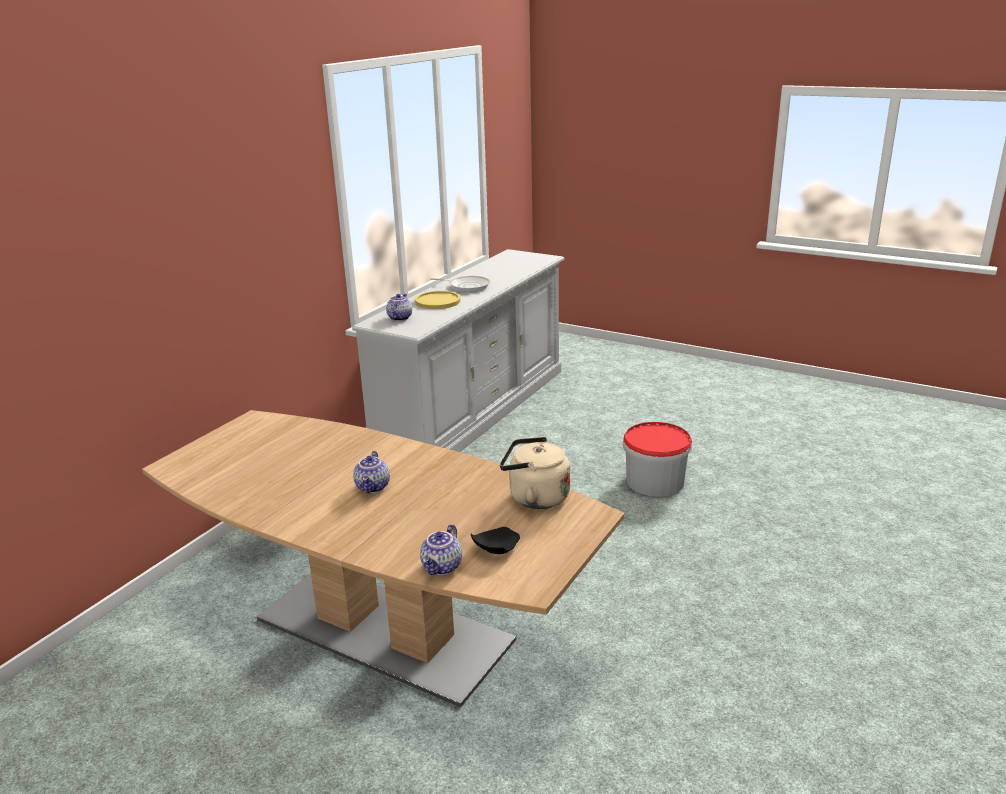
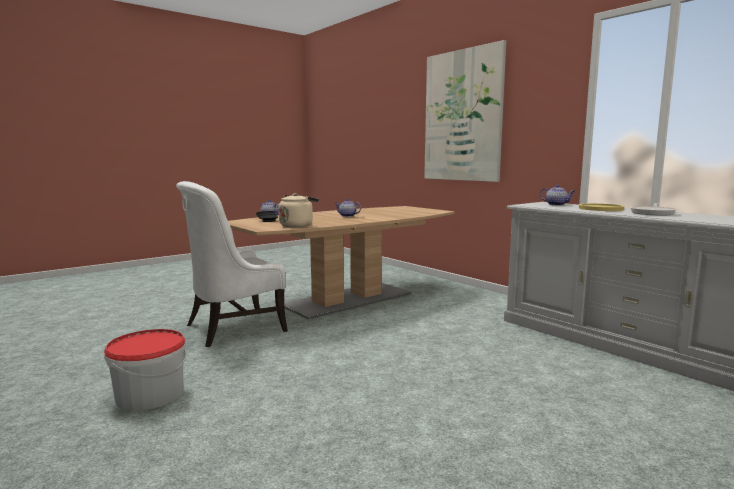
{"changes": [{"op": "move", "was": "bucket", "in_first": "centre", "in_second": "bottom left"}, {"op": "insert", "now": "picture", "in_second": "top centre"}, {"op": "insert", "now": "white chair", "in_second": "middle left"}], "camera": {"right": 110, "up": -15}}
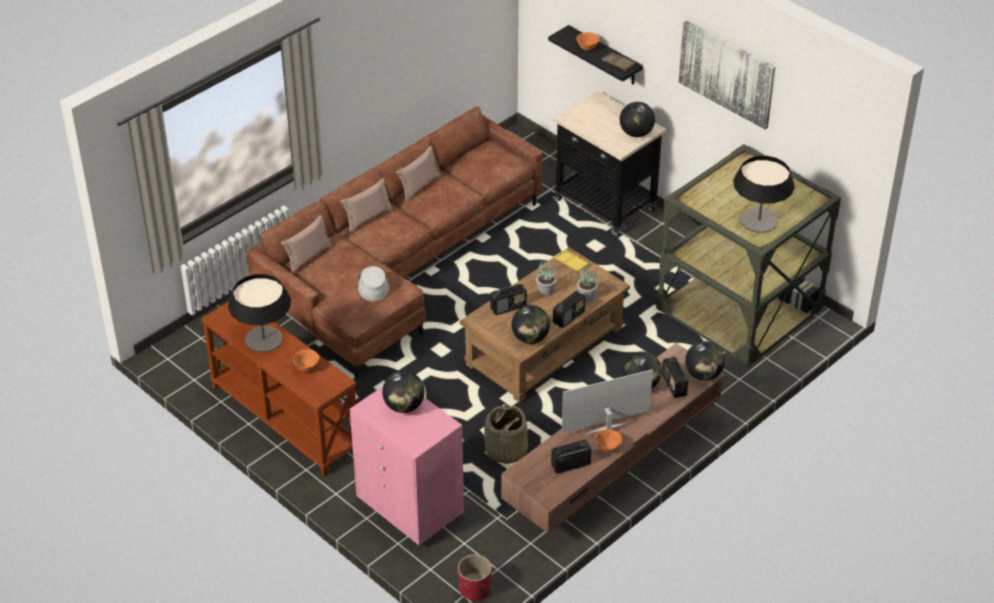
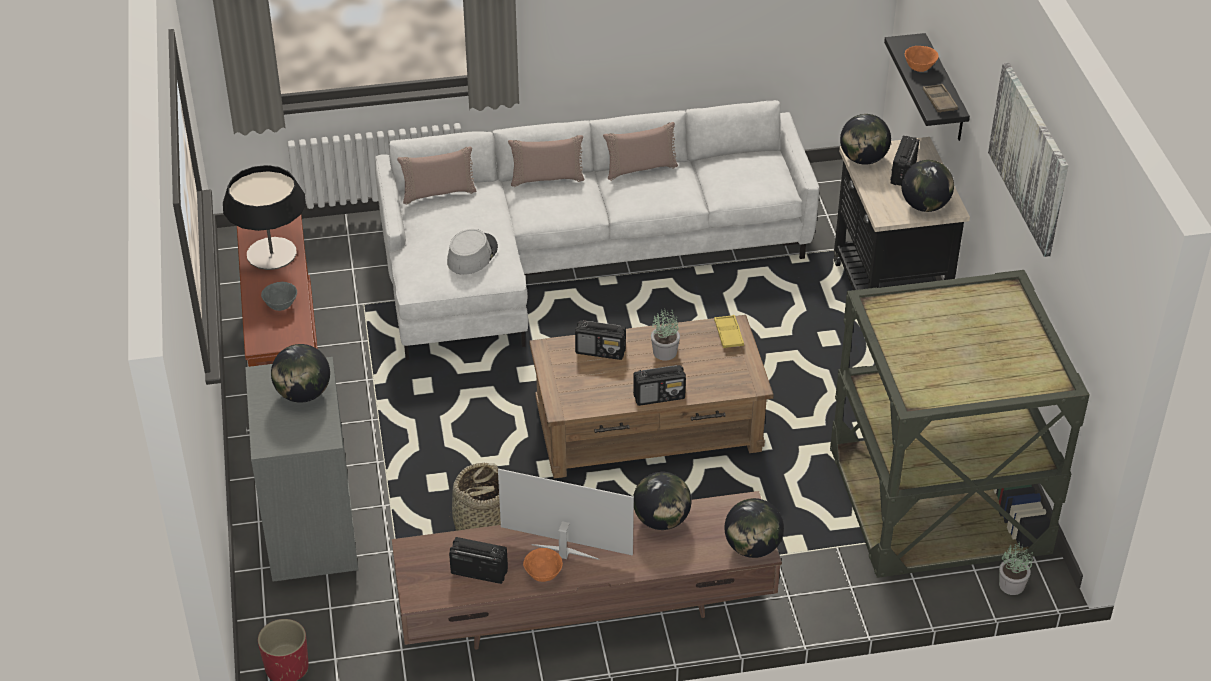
{"changes": [{"op": "recolor", "was": "brown sofa", "now": "white sofa", "in_first": "centre", "in_second": "centre"}, {"op": "delete", "was": "table lamp (2nd from left)", "in_first": "top right"}, {"op": "move", "was": "potted plant (2nd from left)", "in_first": "centre", "in_second": "bottom right"}, {"op": "move", "was": "globe (2nd from left in the first image)", "now": "globe (4th from left)", "in_first": "centre", "in_second": "top right"}, {"op": "recolor", "was": "orange bowl (1st from left)", "now": "grey bowl", "in_first": "middle left", "in_second": "middle left"}, {"op": "move", "was": "radio (4th from left)", "in_first": "middle right", "in_second": "top right"}, {"op": "recolor", "was": "pink cabinet", "now": "grey cabinet", "in_first": "bottom centre", "in_second": "bottom left"}], "camera": {"right": 35, "up": 0}}
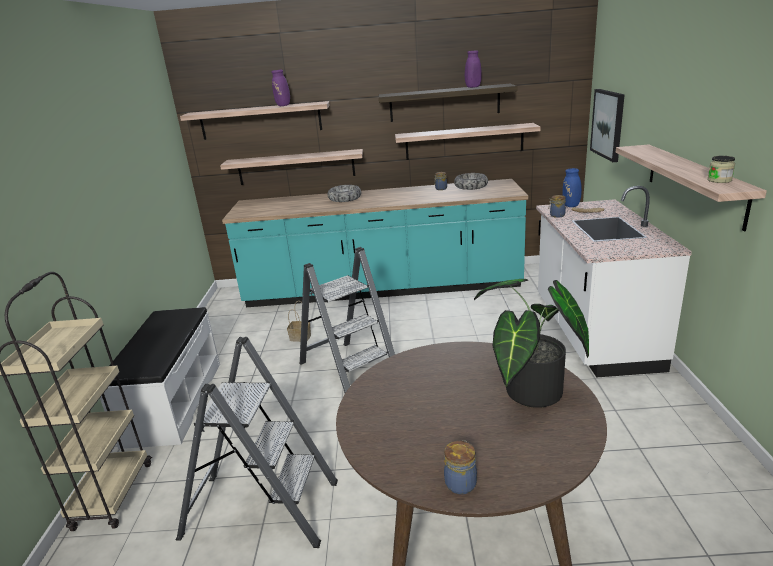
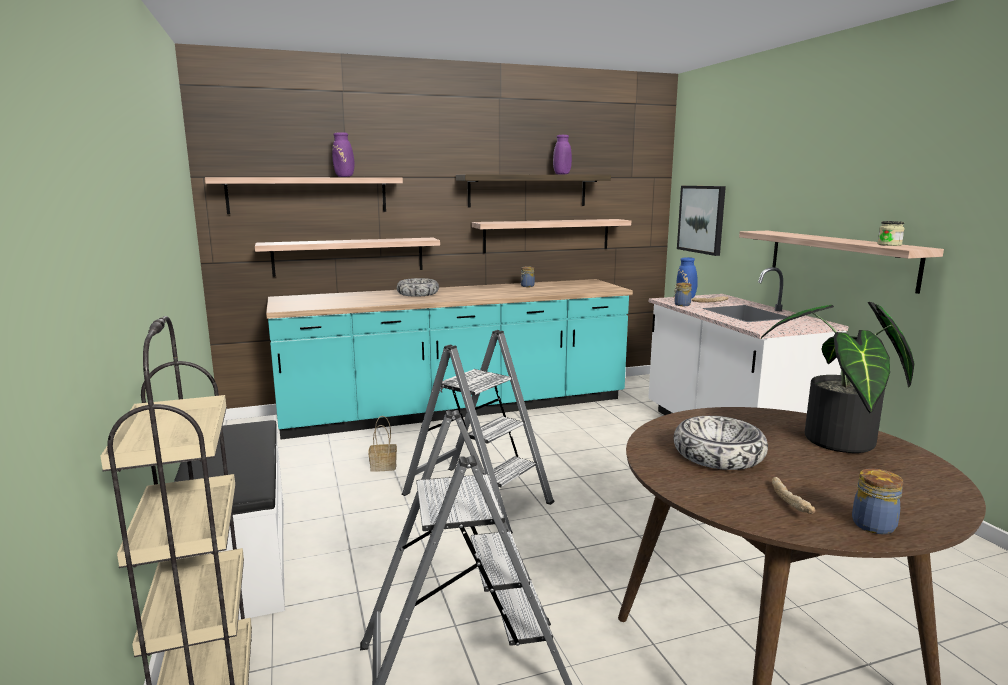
{"changes": [{"op": "move", "was": "bowl (2nd from left)", "in_first": "top centre", "in_second": "middle right"}, {"op": "insert", "now": "bread (2nd from left)", "in_second": "bottom right"}], "camera": {"right": -20, "up": -10}}
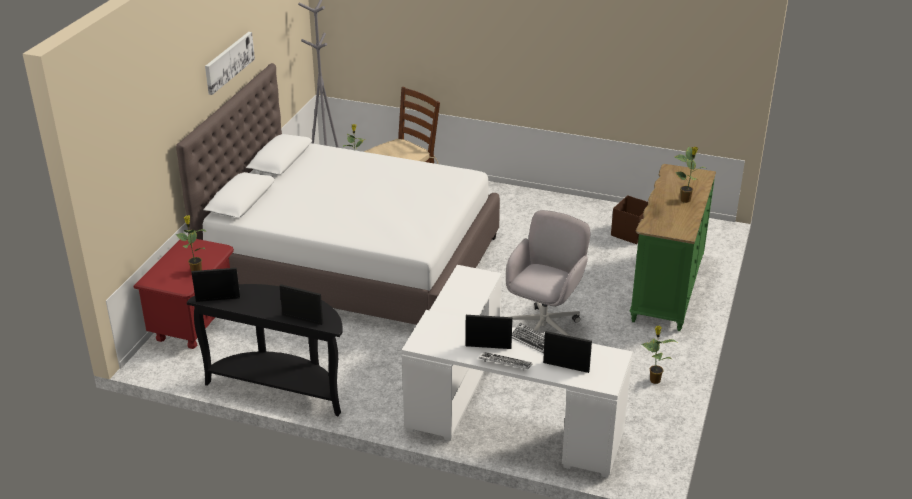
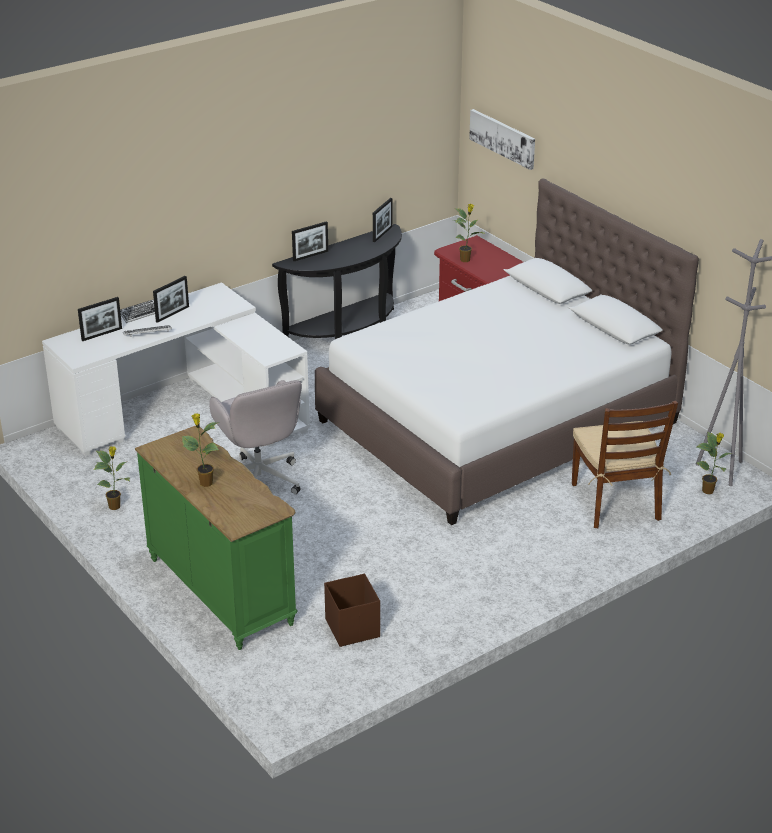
{"changes": [{"op": "move", "was": "picture", "in_first": "top left", "in_second": "top centre"}], "camera": {"right": 125, "up": 0}}
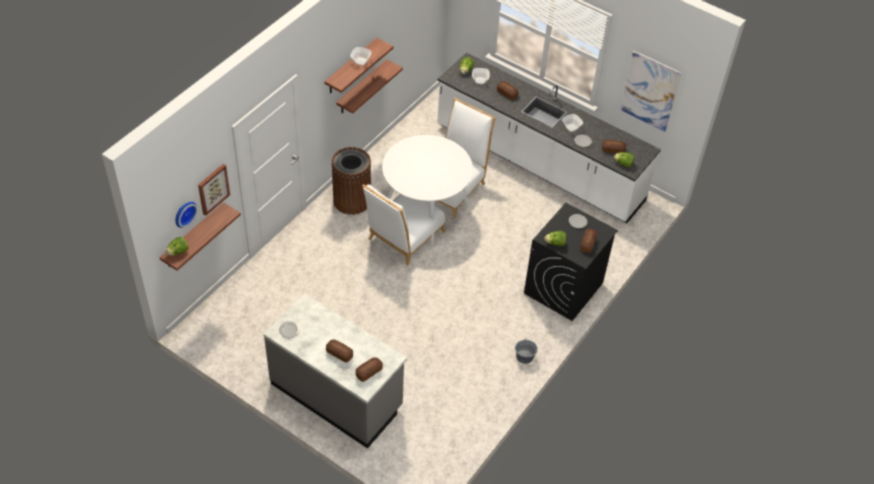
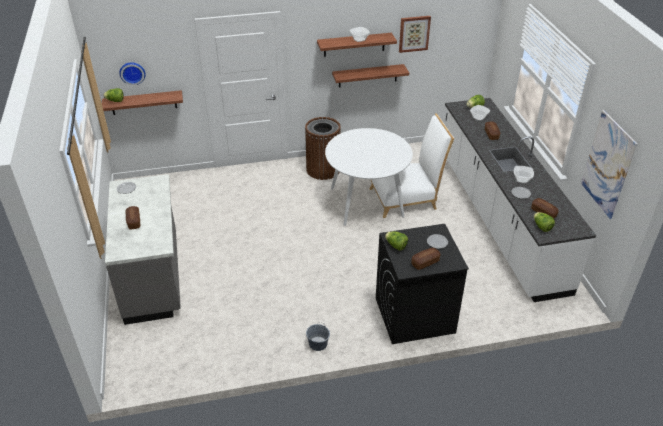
{"changes": [{"op": "move", "was": "picture (1st from left)", "in_first": "middle left", "in_second": "top centre"}, {"op": "delete", "was": "white chair (1st from left)", "in_first": "centre"}, {"op": "delete", "was": "bread (2nd from left)", "in_first": "bottom centre"}], "camera": {"right": 45, "up": -10}}
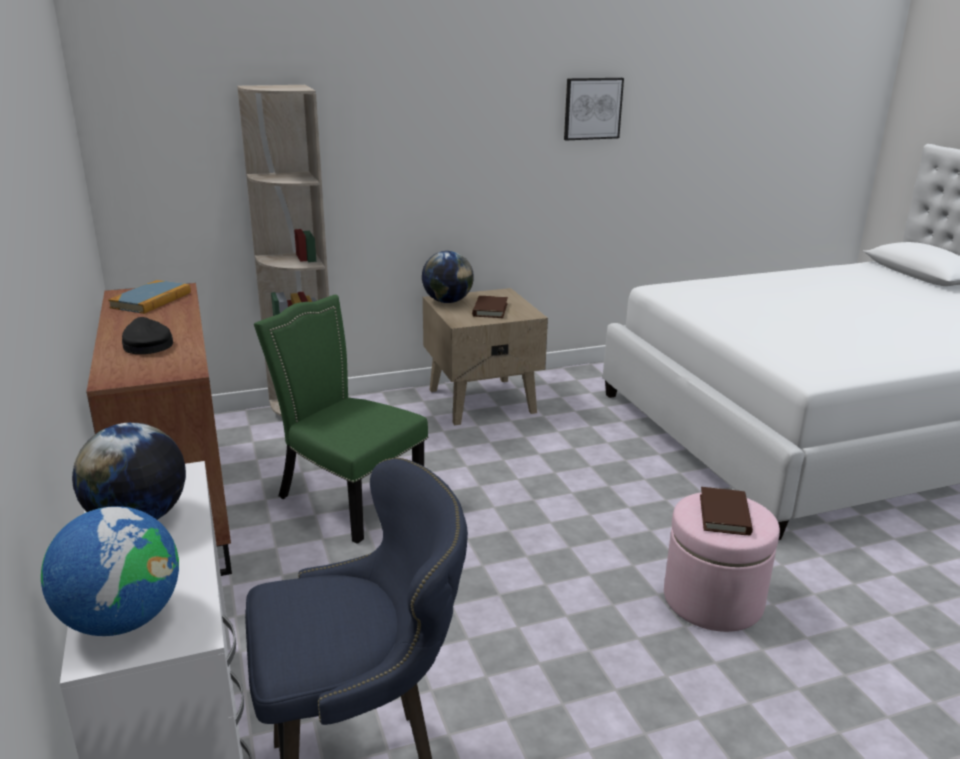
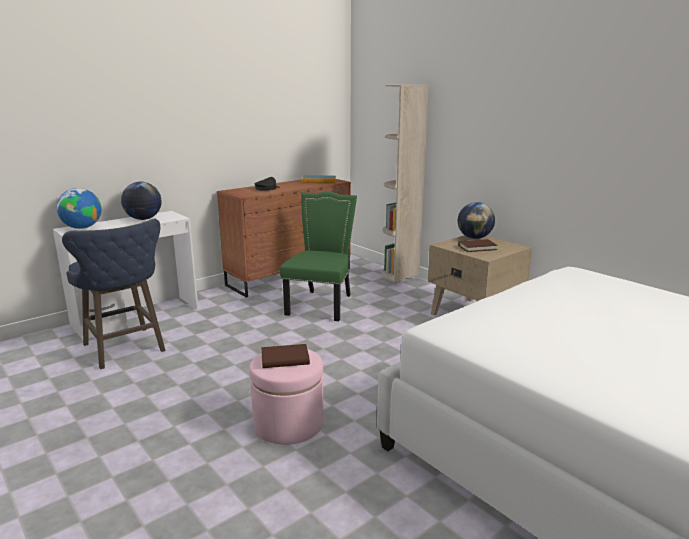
{"changes": [{"op": "delete", "was": "picture", "in_first": "top centre"}], "camera": {"right": 70, "up": -5}}
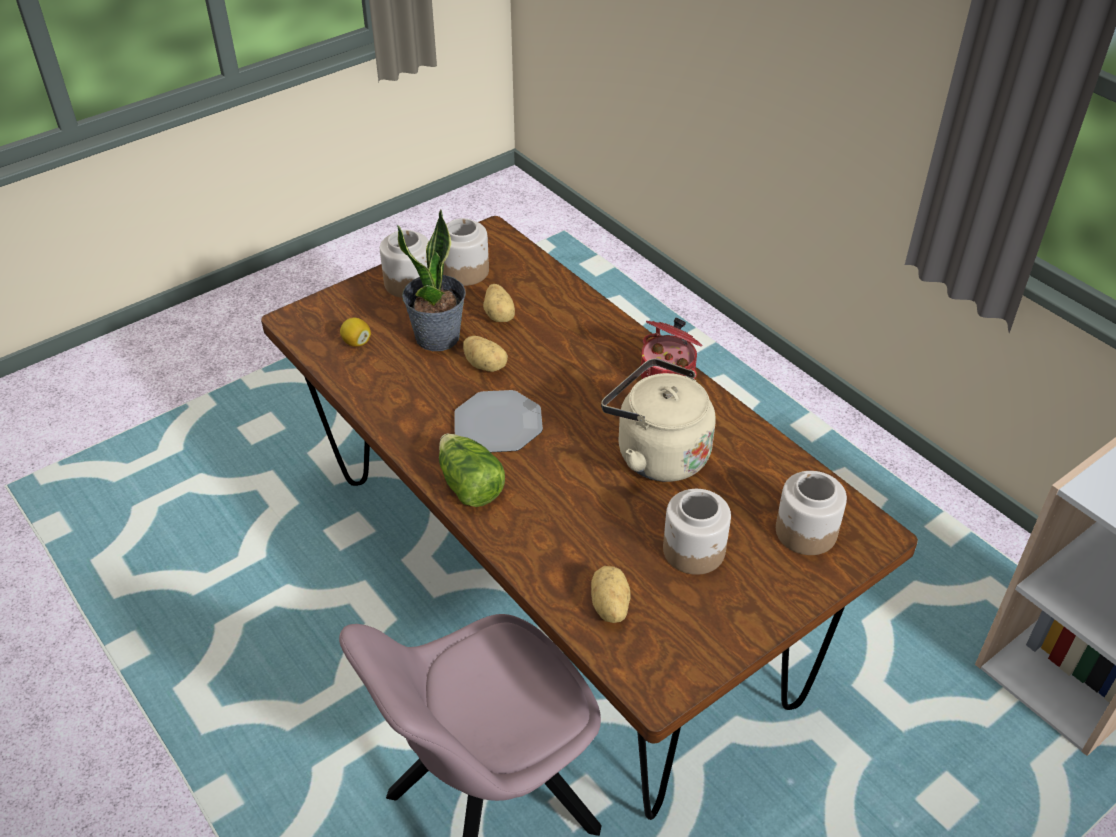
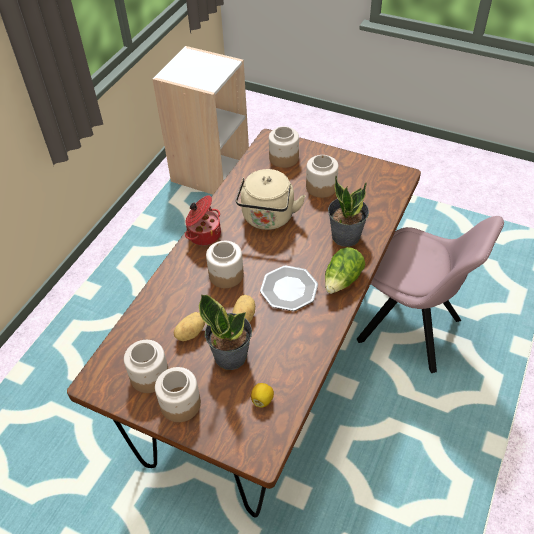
{"changes": [{"op": "delete", "was": "potato (3rd from left)", "in_first": "bottom centre"}, {"op": "insert", "now": "potted plant (2nd from left)", "in_second": "centre"}, {"op": "insert", "now": "jar (3rd from left)", "in_second": "centre"}], "camera": {"right": -115, "up": 5}}
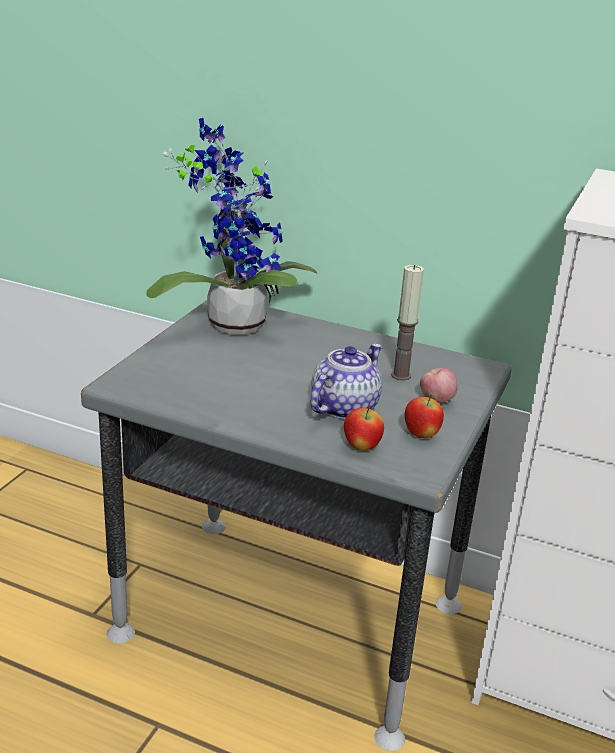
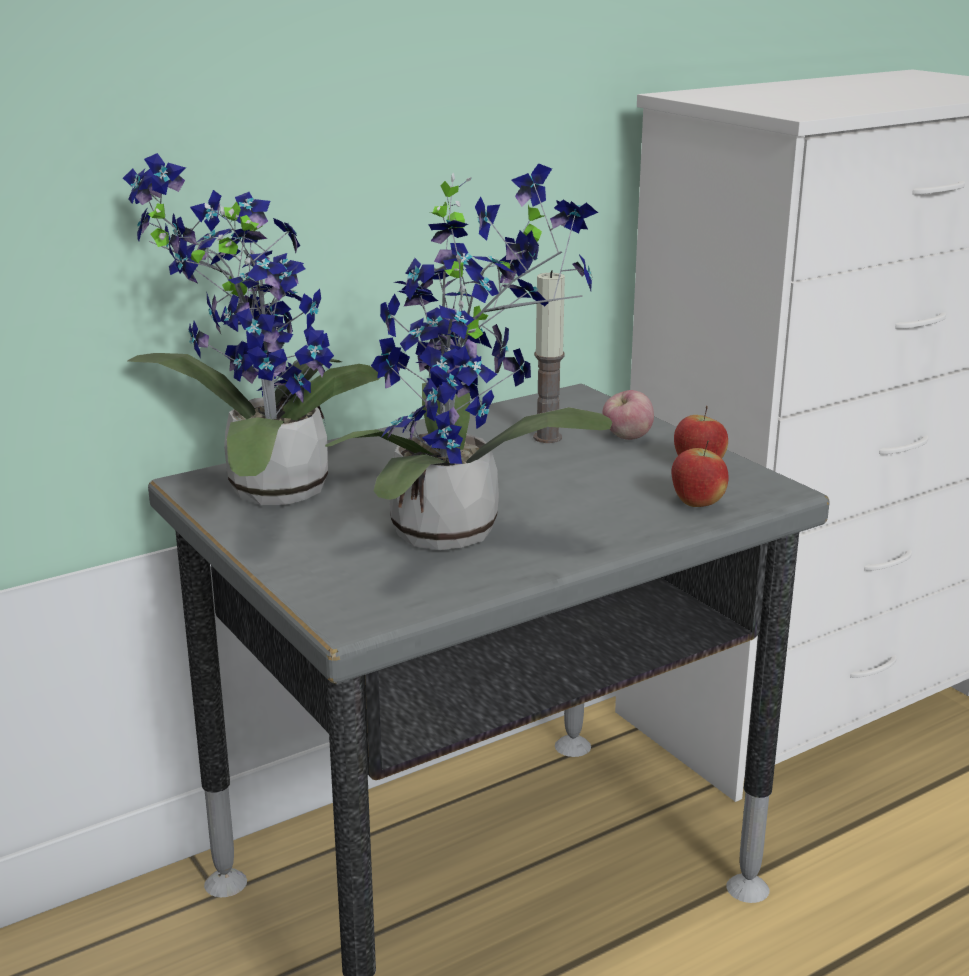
{"changes": [{"op": "delete", "was": "teapot", "in_first": "centre"}, {"op": "insert", "now": "potted plant (2nd from left)", "in_second": "centre"}], "camera": {"right": -55, "up": -5}}
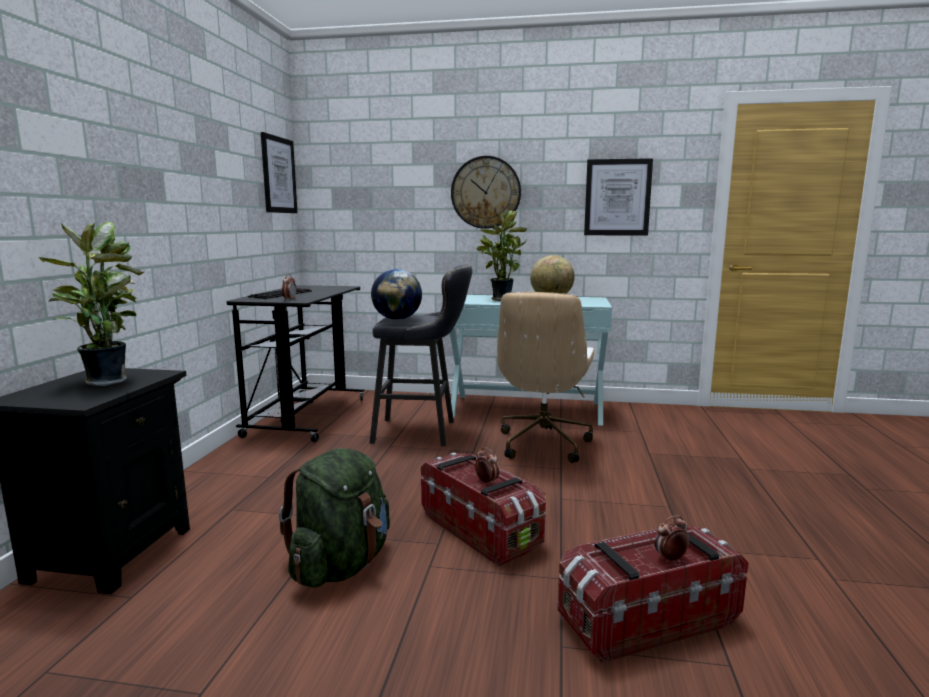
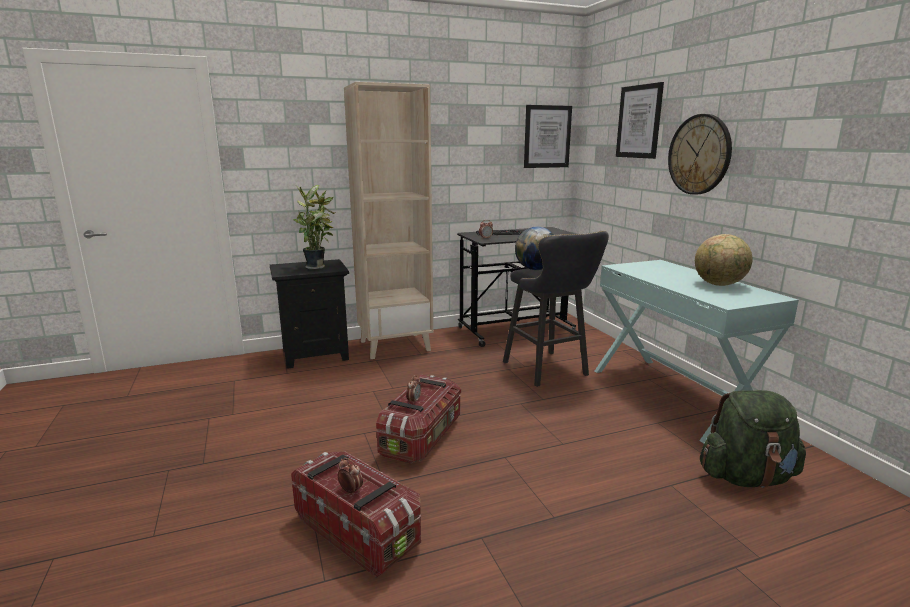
{"changes": [{"op": "move", "was": "picture (2nd from left)", "in_first": "top centre", "in_second": "top right"}, {"op": "delete", "was": "potted plant (2nd from left)", "in_first": "centre"}, {"op": "delete", "was": "white office chair", "in_first": "centre"}, {"op": "move", "was": "green backpack", "in_first": "bottom centre", "in_second": "bottom right"}, {"op": "insert", "now": "beige bookcase", "in_second": "centre"}], "camera": {"right": 60, "up": 5}}
